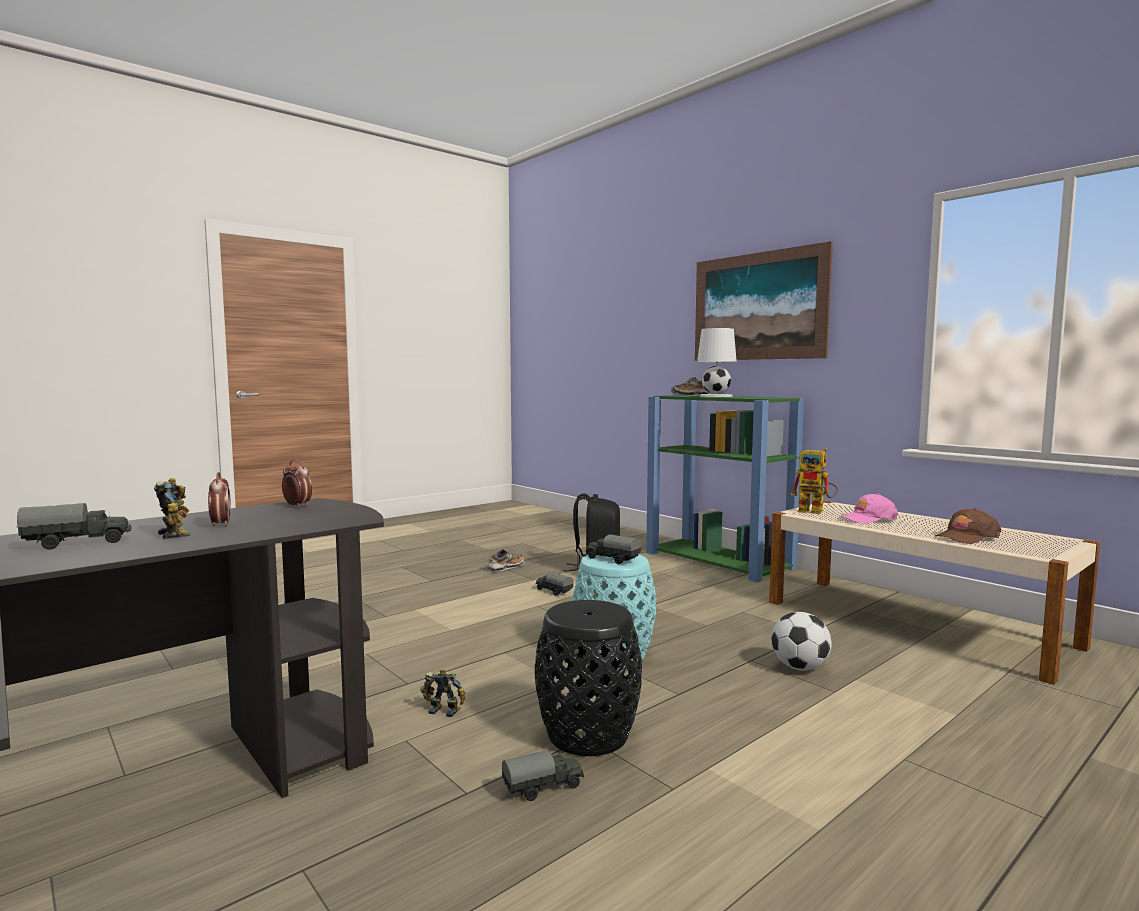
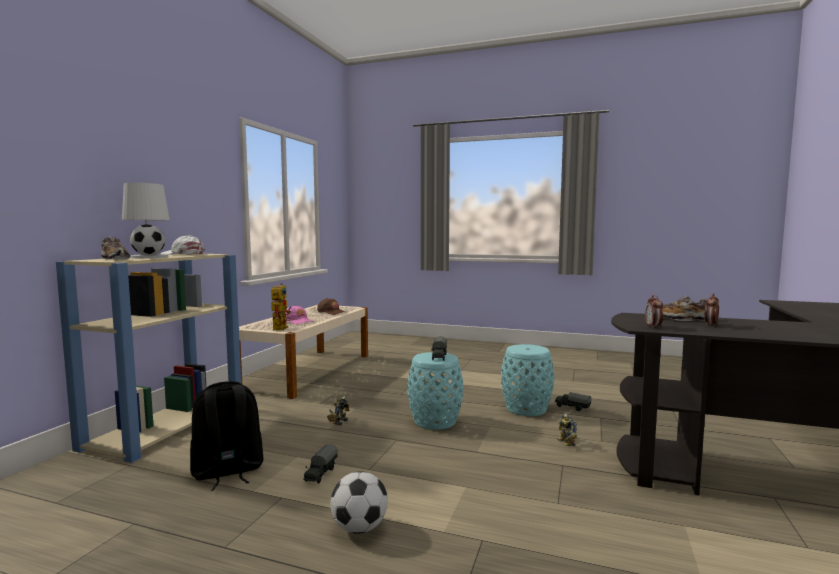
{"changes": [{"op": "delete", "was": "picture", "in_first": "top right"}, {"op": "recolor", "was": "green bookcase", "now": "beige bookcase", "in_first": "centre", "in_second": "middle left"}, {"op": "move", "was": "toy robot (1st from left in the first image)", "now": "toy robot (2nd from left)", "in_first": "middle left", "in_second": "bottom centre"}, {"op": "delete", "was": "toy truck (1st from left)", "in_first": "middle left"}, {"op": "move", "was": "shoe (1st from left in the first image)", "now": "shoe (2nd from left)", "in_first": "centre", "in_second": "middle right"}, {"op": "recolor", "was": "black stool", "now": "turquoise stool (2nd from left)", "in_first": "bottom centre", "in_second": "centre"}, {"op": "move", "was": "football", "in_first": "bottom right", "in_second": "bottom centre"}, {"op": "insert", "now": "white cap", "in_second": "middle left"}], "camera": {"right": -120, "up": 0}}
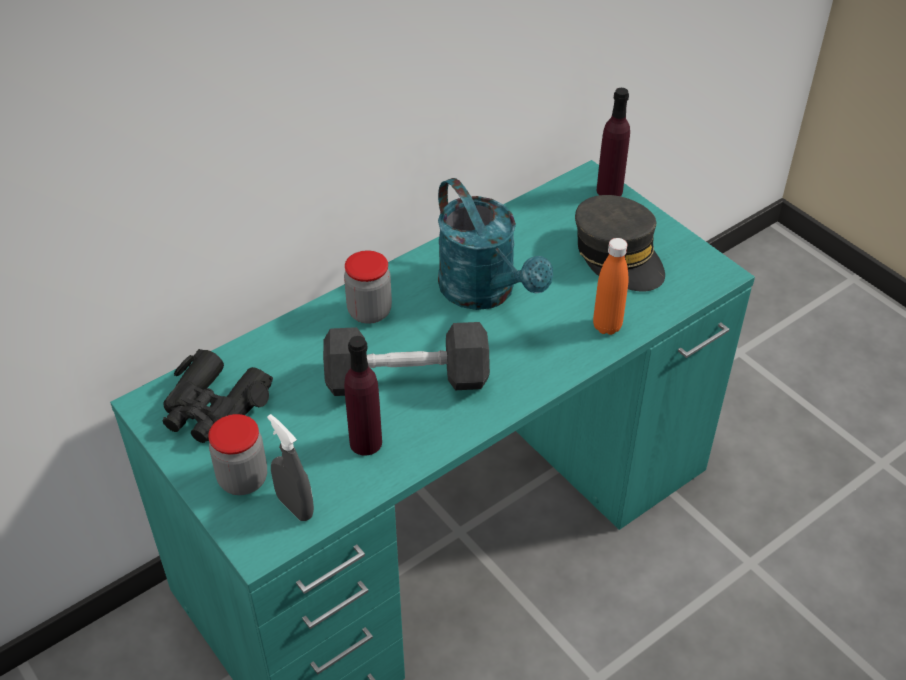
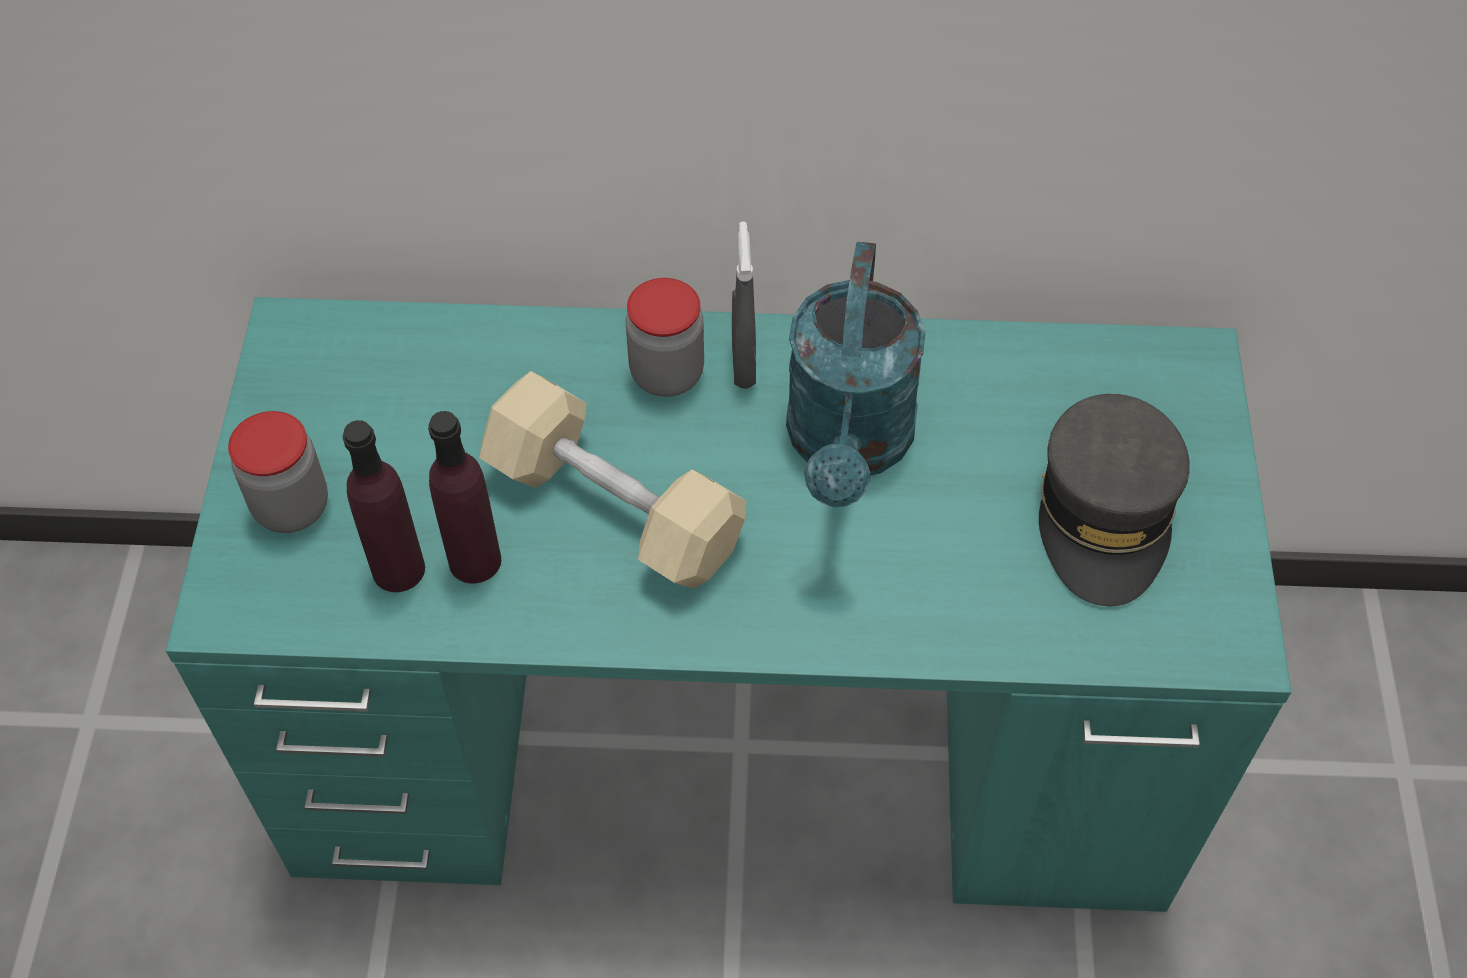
{"changes": [{"op": "move", "was": "purple bottle (2nd from left in the first image)", "now": "purple bottle (1st from left)", "in_first": "top right", "in_second": "middle left"}, {"op": "delete", "was": "orange bottle", "in_first": "middle right"}, {"op": "recolor", "was": "black dumbbell", "now": "beige dumbbell", "in_first": "centre", "in_second": "centre"}, {"op": "delete", "was": "black binoculars", "in_first": "middle left"}, {"op": "move", "was": "grey spray bottle", "in_first": "bottom left", "in_second": "top centre"}], "camera": {"right": 40, "up": 10}}
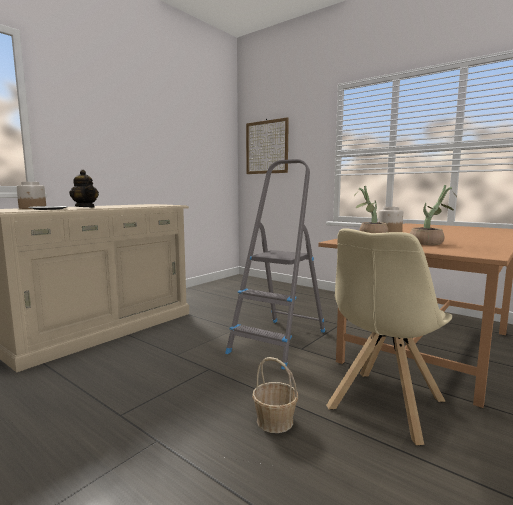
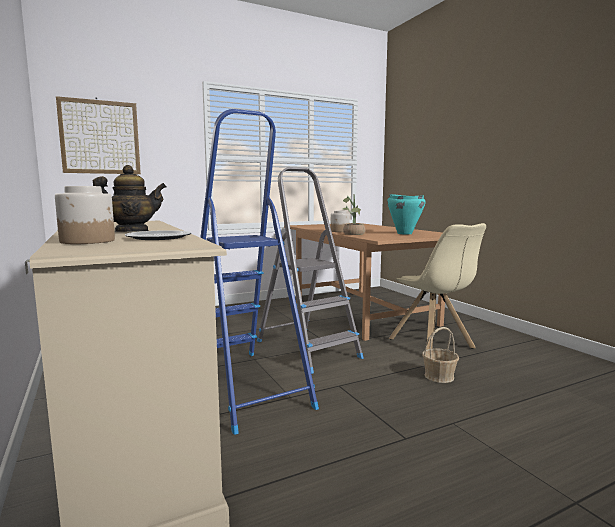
{"changes": [{"op": "replace", "was": "potted plant (2nd from left)", "now": "turquoise cooking pot", "in_first": "middle right", "in_second": "centre"}, {"op": "insert", "now": "blue step ladder", "in_second": "centre"}], "camera": {"right": -65, "up": 0}}
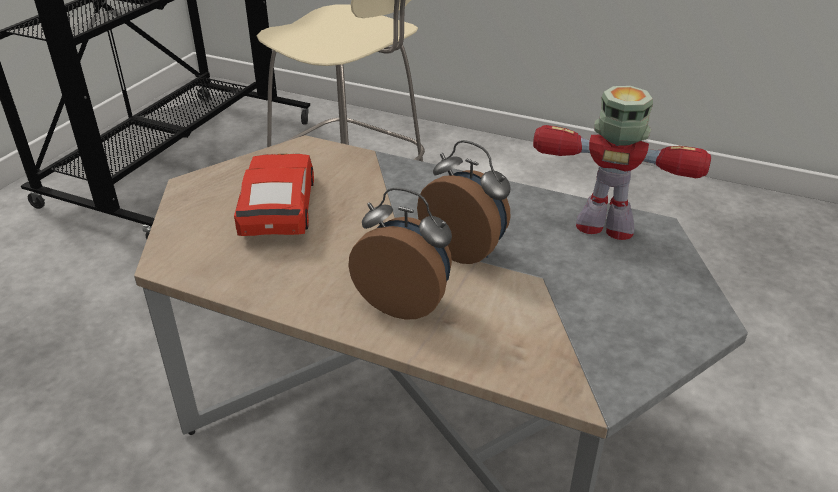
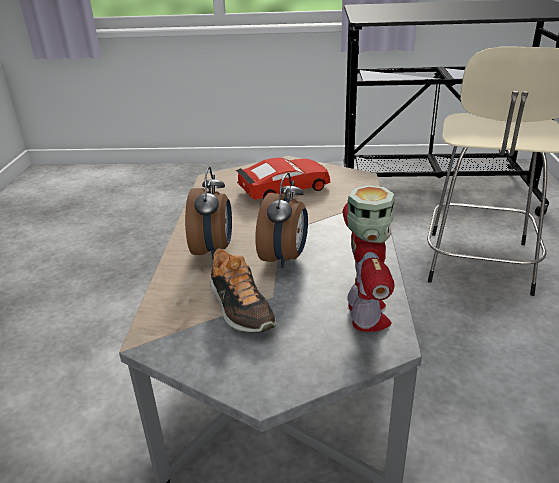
{"changes": [{"op": "insert", "now": "shoe", "in_second": "centre"}], "camera": {"right": 70, "up": -5}}
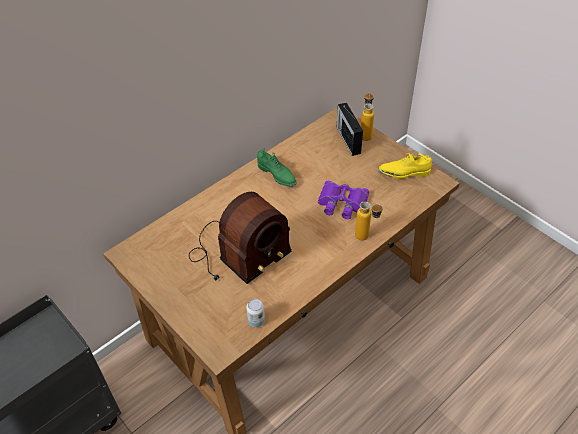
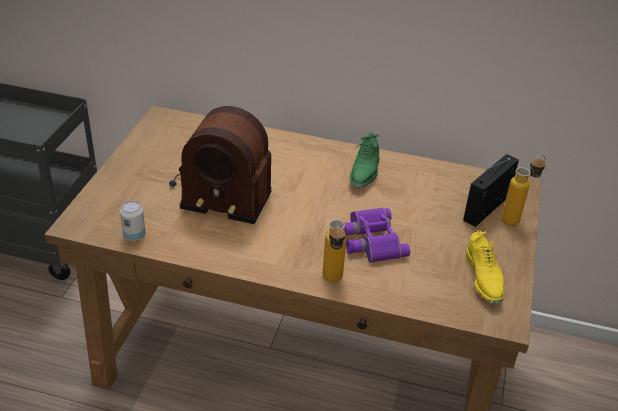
{"changes": [{"op": "rotate", "was": "yellow shoe", "in_first": "middle right", "in_second": "middle right", "clockwise": -150}], "camera": {"right": 55, "up": -10}}
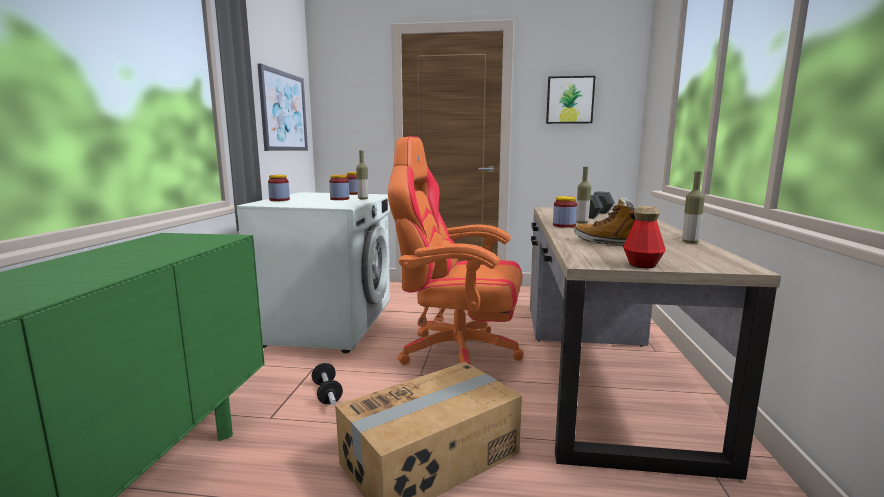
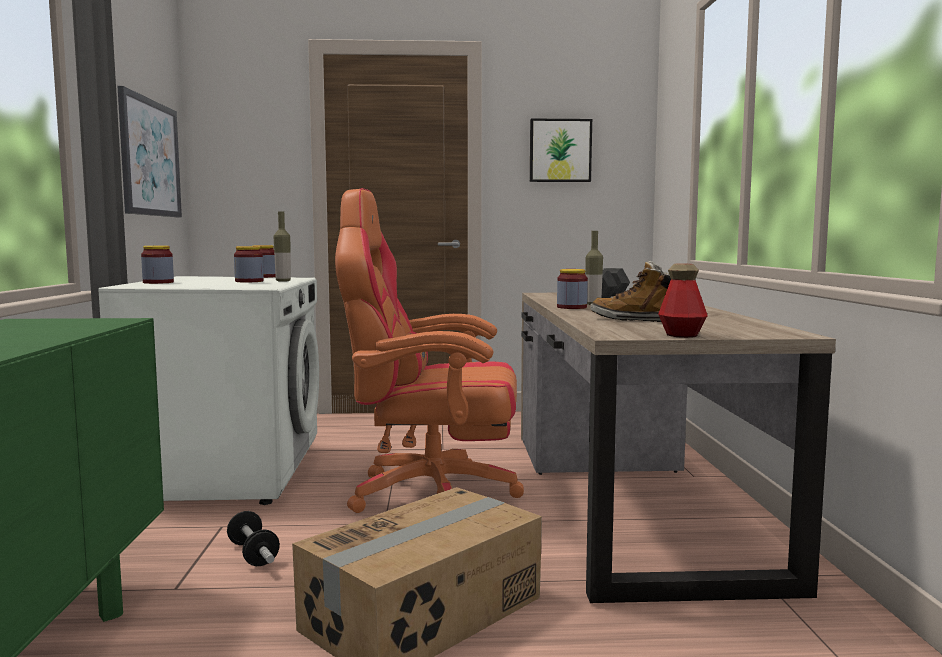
{"changes": [{"op": "delete", "was": "bottle (4th from left)", "in_first": "middle right"}], "camera": {"right": -10, "up": -5}}
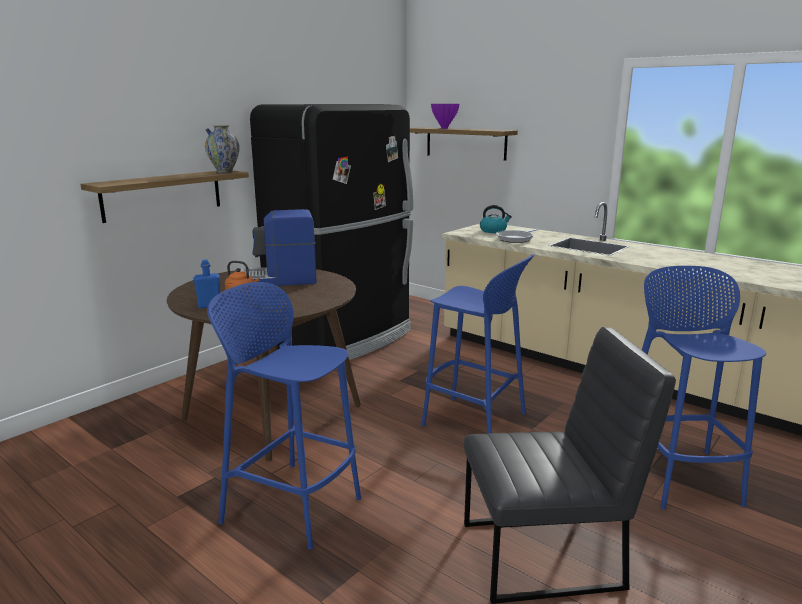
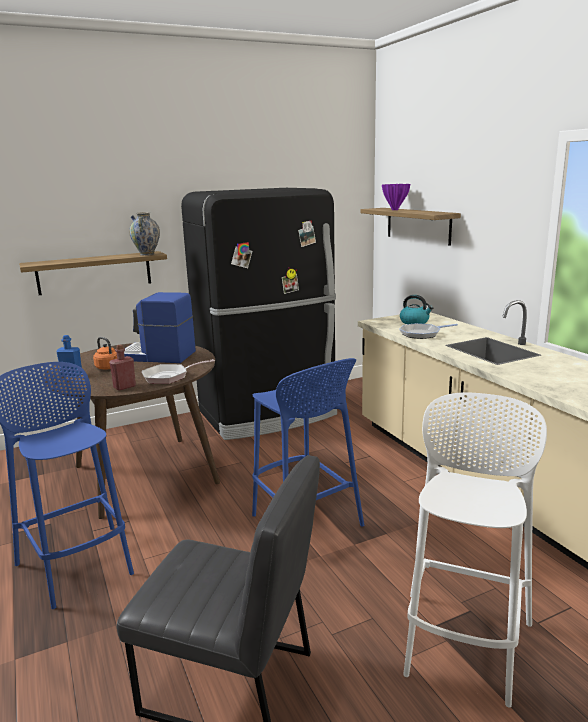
{"changes": [{"op": "recolor", "was": "blue stool (3rd from left)", "now": "white stool", "in_first": "middle right", "in_second": "bottom right"}, {"op": "insert", "now": "red bottle", "in_second": "middle left"}, {"op": "insert", "now": "frying pan (1st from left)", "in_second": "middle left"}], "camera": {"right": 25, "up": 0}}
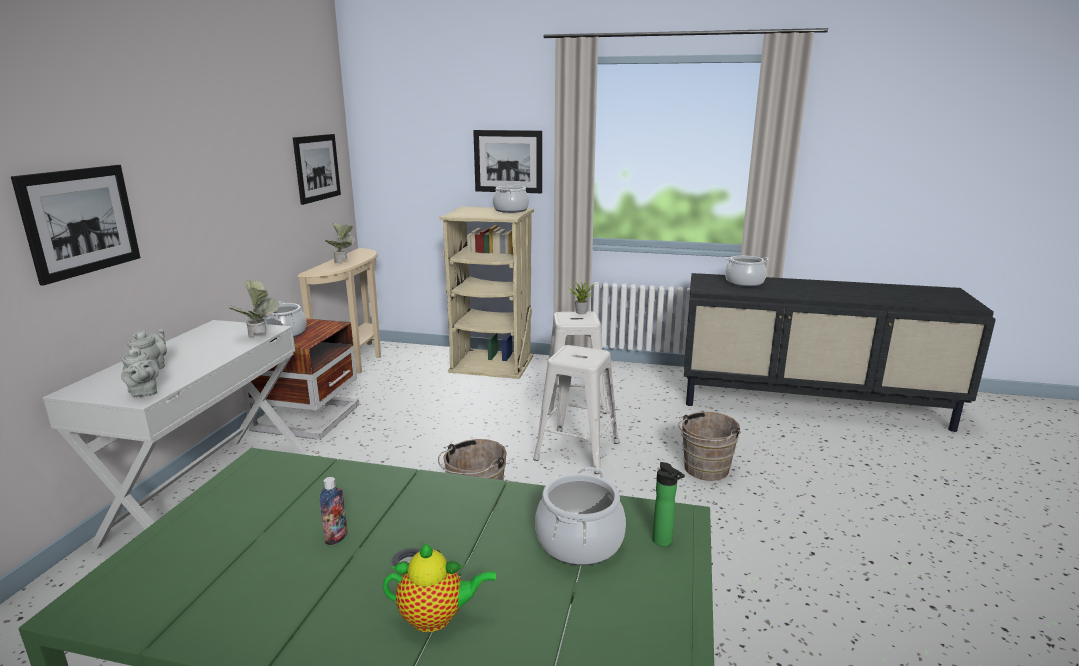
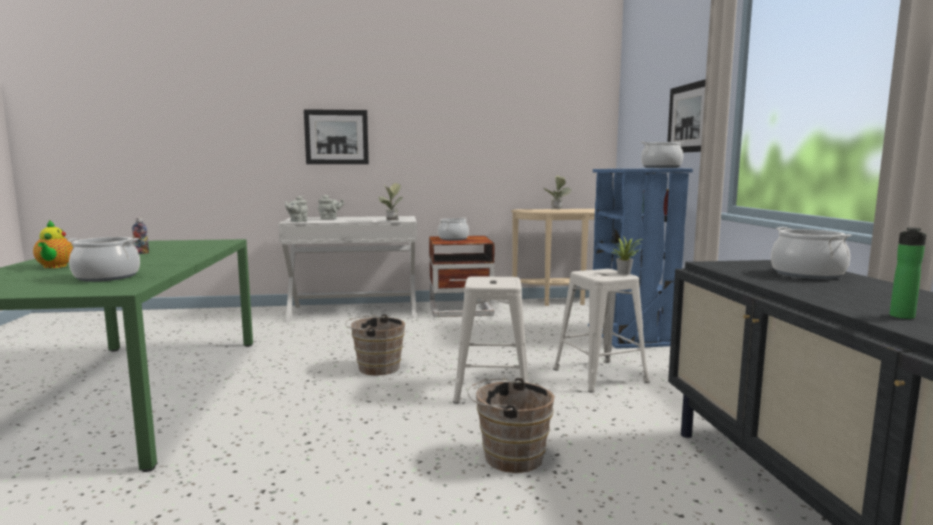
{"changes": [{"op": "delete", "was": "picture (2nd from left)", "in_first": "top left"}, {"op": "recolor", "was": "beige bookcase", "now": "blue bookcase", "in_first": "centre", "in_second": "middle right"}, {"op": "move", "was": "bottle (2nd from left)", "in_first": "bottom centre", "in_second": "middle right"}], "camera": {"right": 70, "up": -10}}
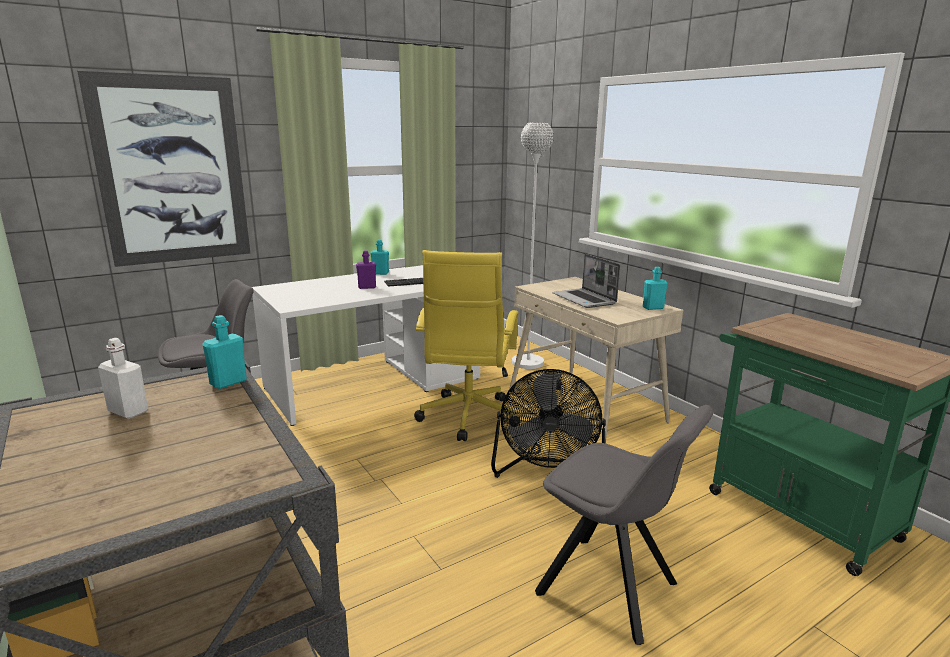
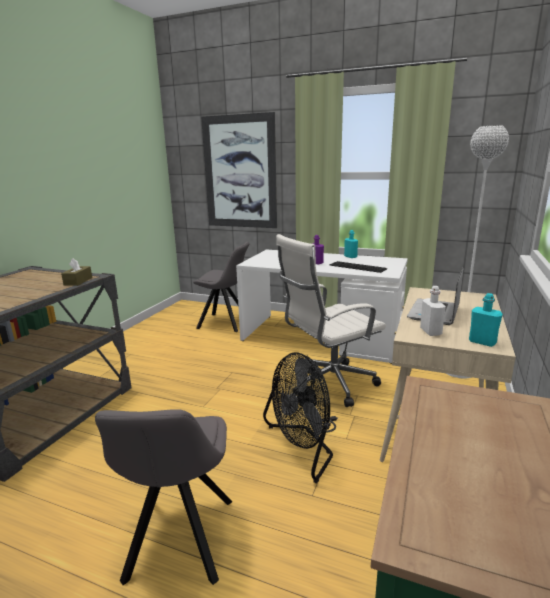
{"changes": [{"op": "recolor", "was": "yellow office chair", "now": "white office chair", "in_first": "centre", "in_second": "centre"}, {"op": "replace", "was": "turquoise bottle (1st from left)", "now": "brown tissue box", "in_first": "middle left", "in_second": "middle left"}, {"op": "move", "was": "white bottle", "in_first": "middle left", "in_second": "middle right"}], "camera": {"right": 55, "up": 0}}
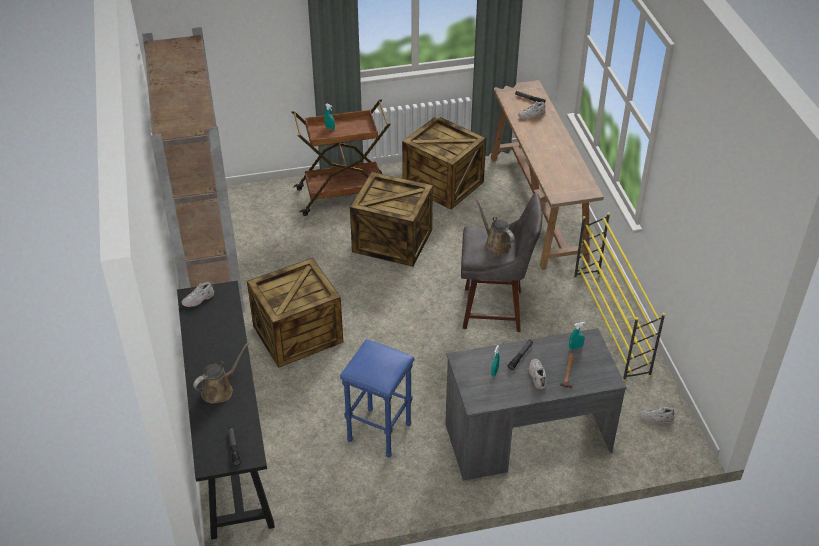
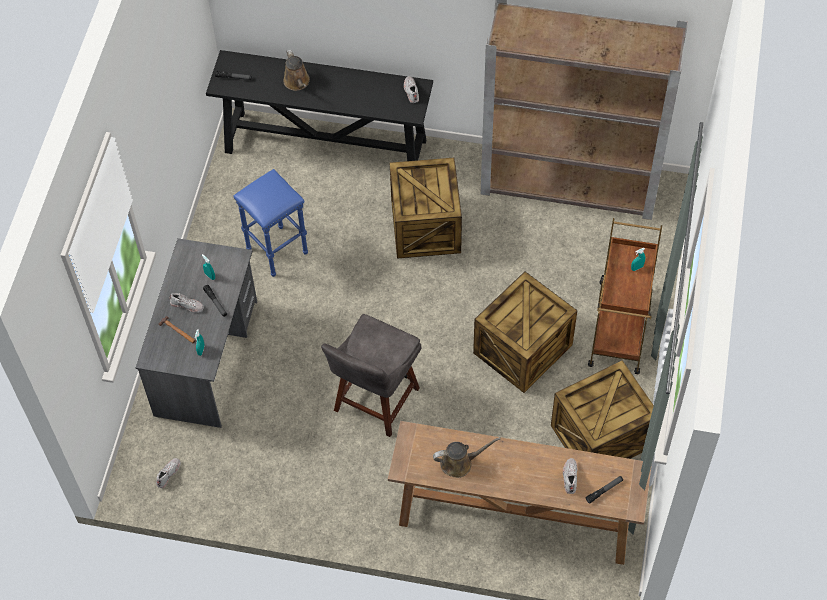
{"changes": [{"op": "move", "was": "brown watering can (2nd from left)", "in_first": "centre", "in_second": "bottom centre"}, {"op": "delete", "was": "yellow shoe rack", "in_first": "middle right"}], "camera": {"right": 115, "up": 15}}
